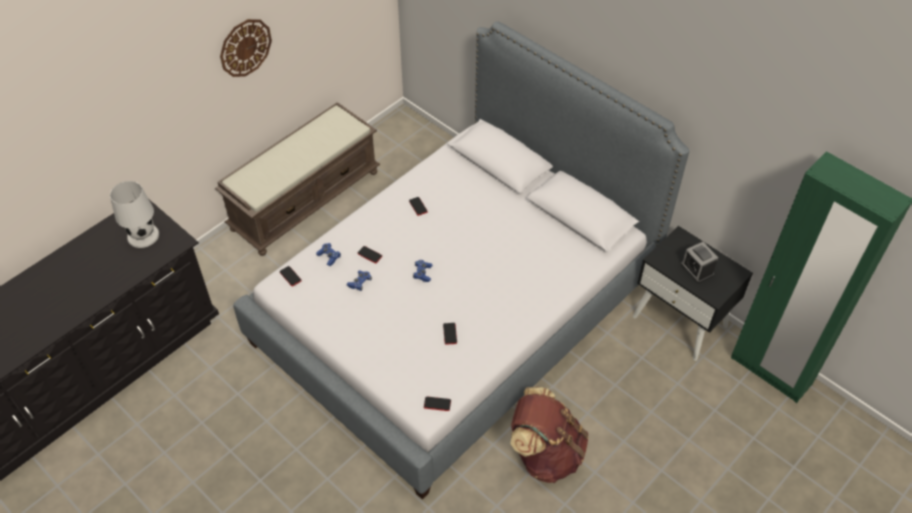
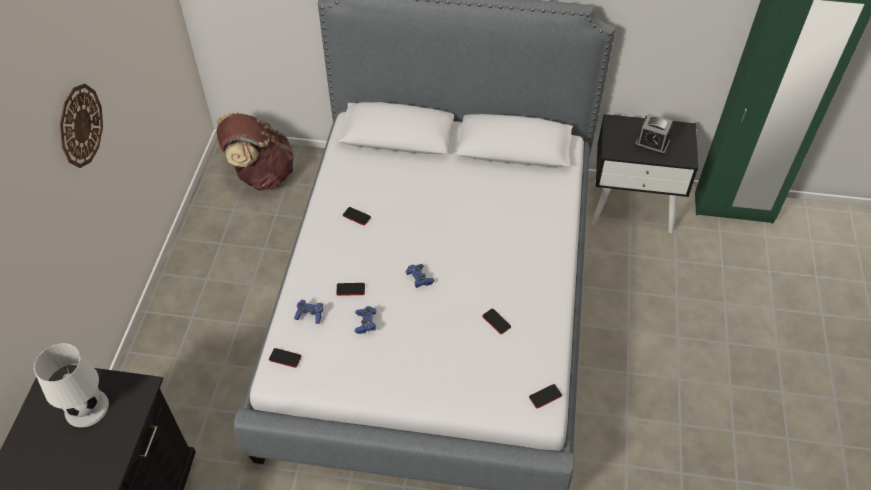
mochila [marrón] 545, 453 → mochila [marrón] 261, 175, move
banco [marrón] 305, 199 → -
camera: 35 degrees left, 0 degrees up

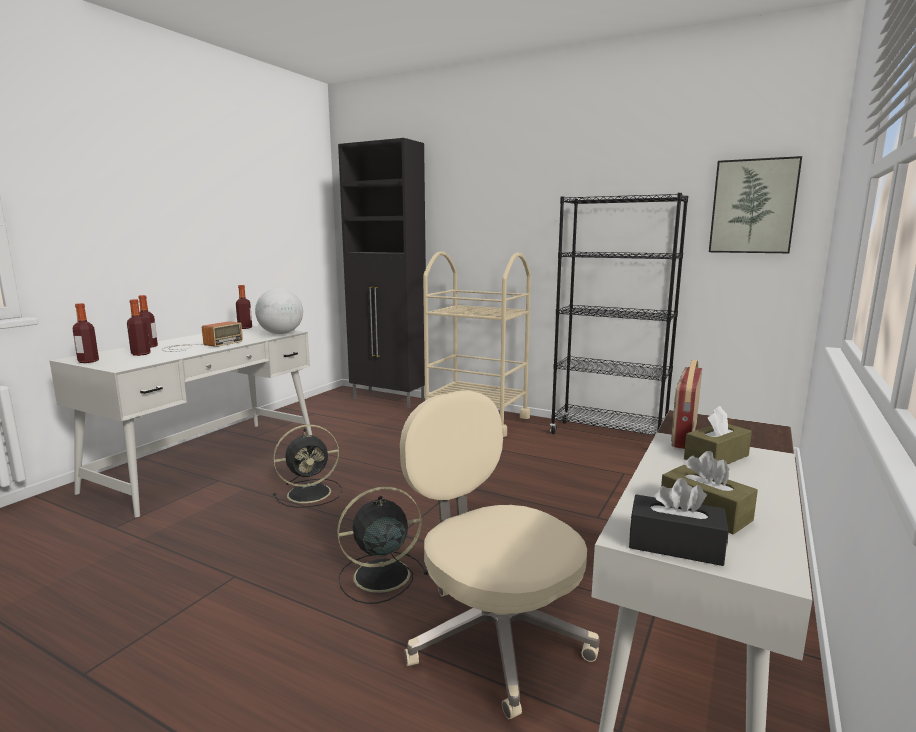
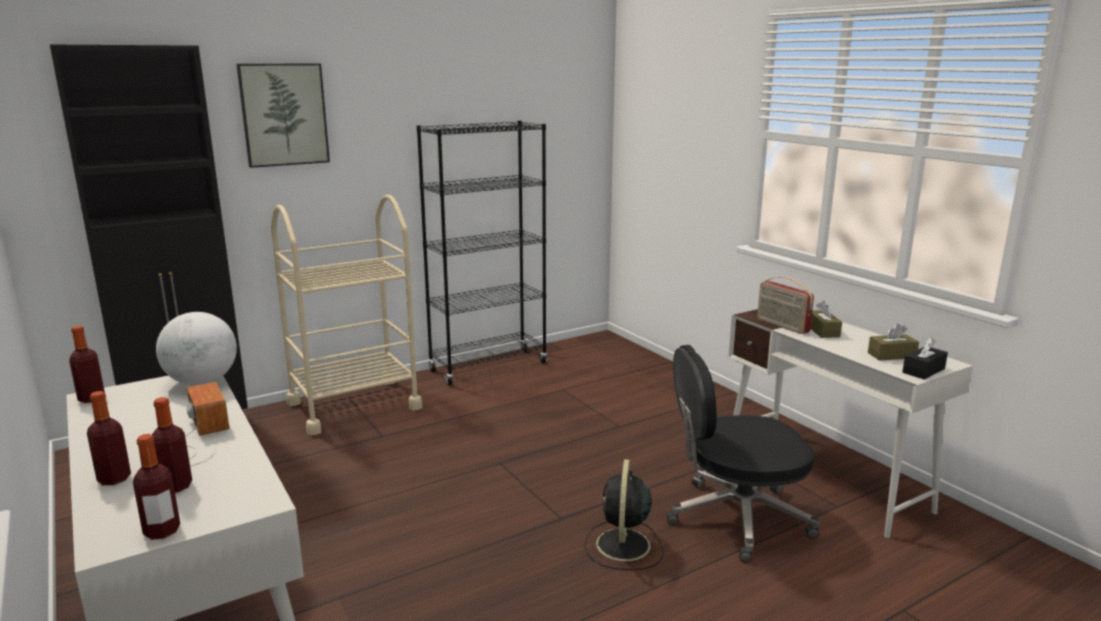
cuadro 753, 206 → cuadro 284, 114, move
silla de oficina [beis] 494, 636 → silla de oficina [negro] 736, 518
ventilador [negro] 311, 493 → -
camera: 60 degrees left, 5 degrees up

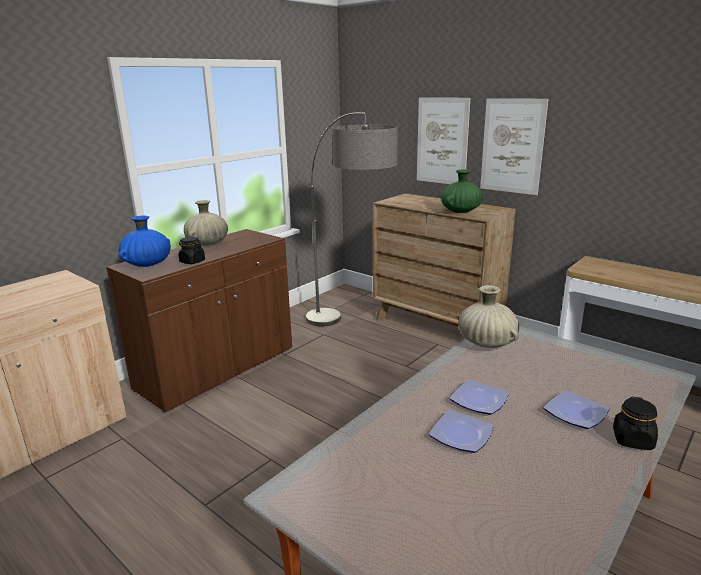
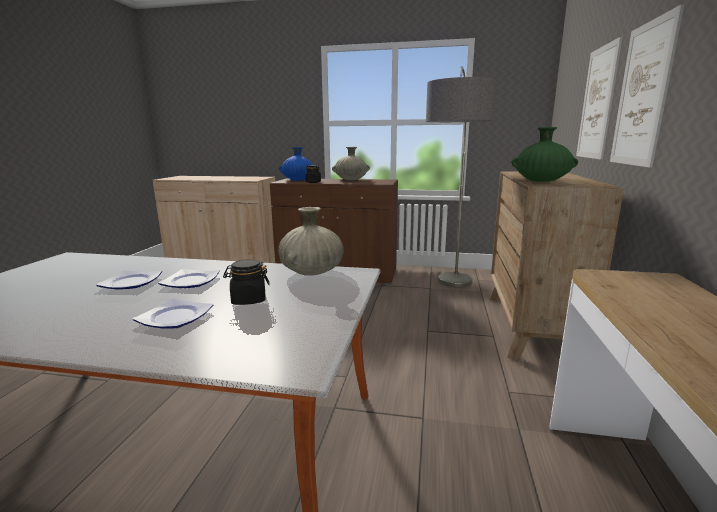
tarro [negro] 633, 440 → tarro [negro] 248, 300, move
camera: 60 degrees right, 5 degrees down

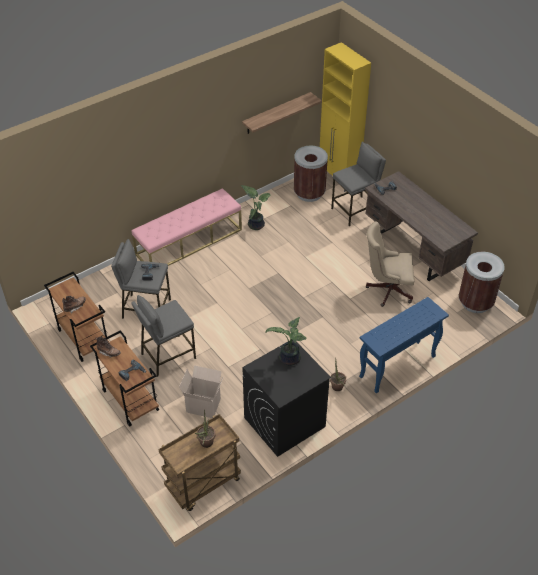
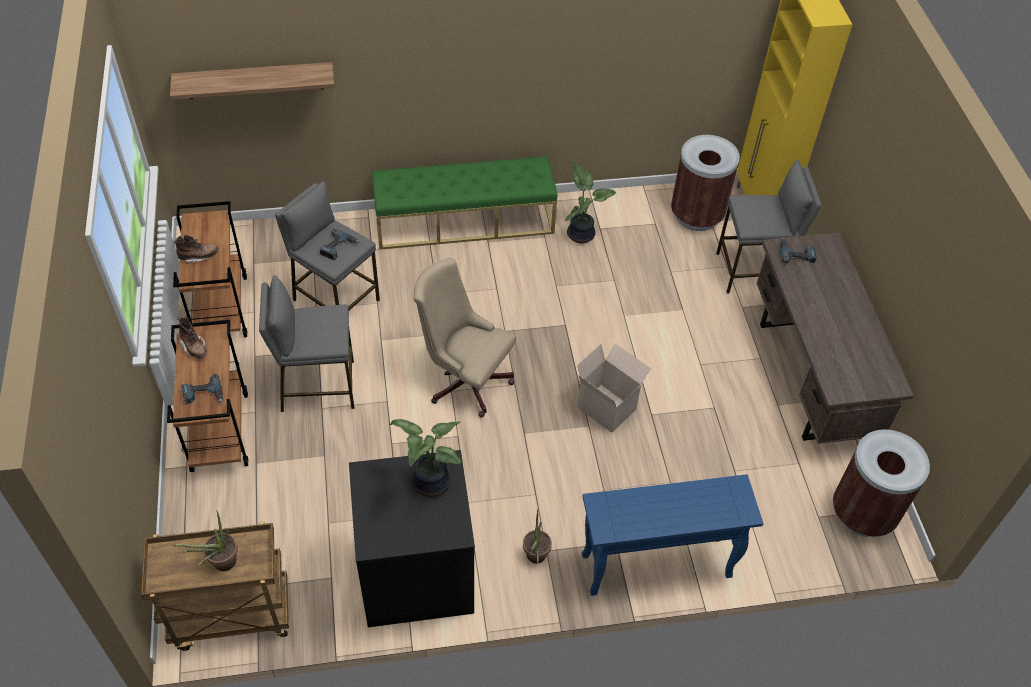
estante 276, 113 → estante 254, 80, move
banco [rosa] 189, 242 → banco [verde] 464, 221
silla de oficina [beis] 387, 289 → silla de oficina [beis] 464, 379, move
caja de cartón 204, 405 → caja de cartón 608, 408, move
camera: 25 degrees right, 5 degrees up

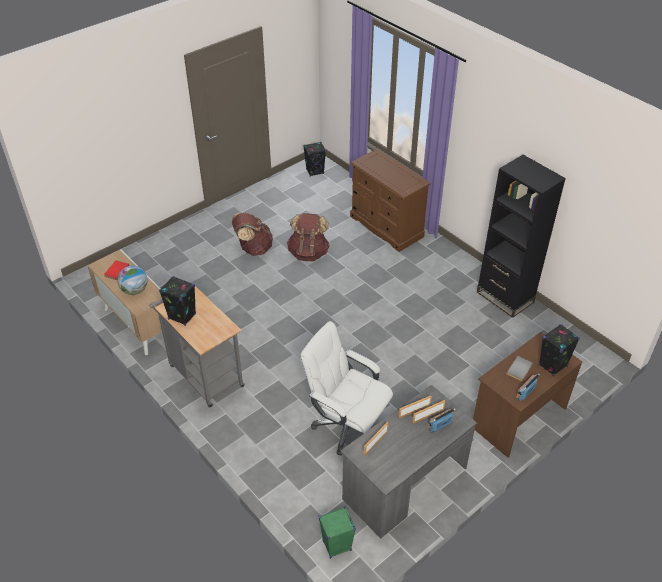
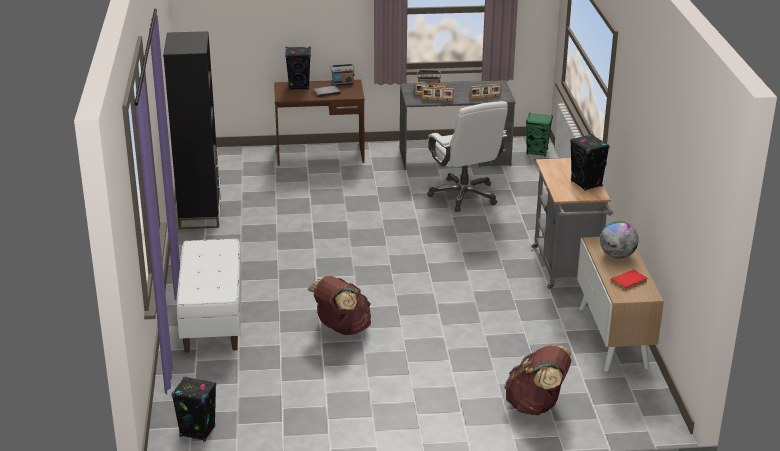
cómoda [marrón] 386, 226 → banco [blanco] 212, 318
mochila [marrón] 253, 248 → mochila [marrón] 536, 405, move
camera: 145 degrees left, 15 degrees down

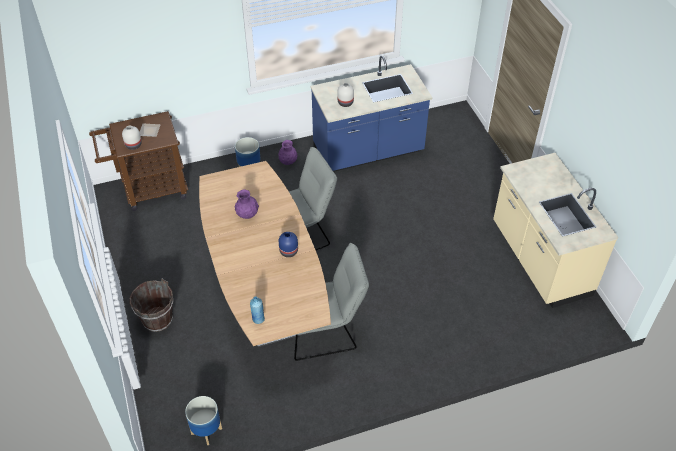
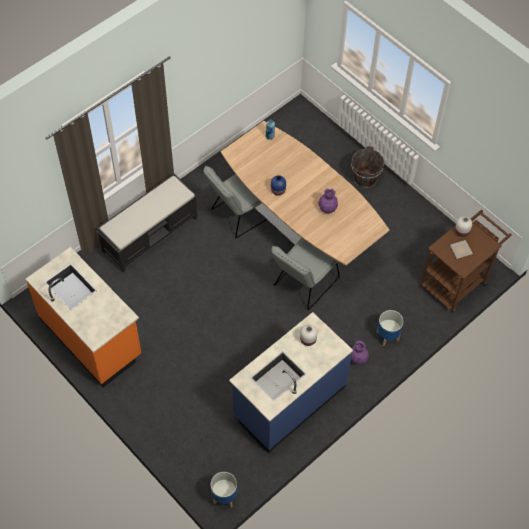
mueble bajo de cocina [beis] 539, 260 → mueble bajo de cocina [naranja] 91, 337
- → banco [negro] 150, 234
maceta 206, 431 → maceta 224, 496, move
camera: 155 degrees right, 10 degrees up

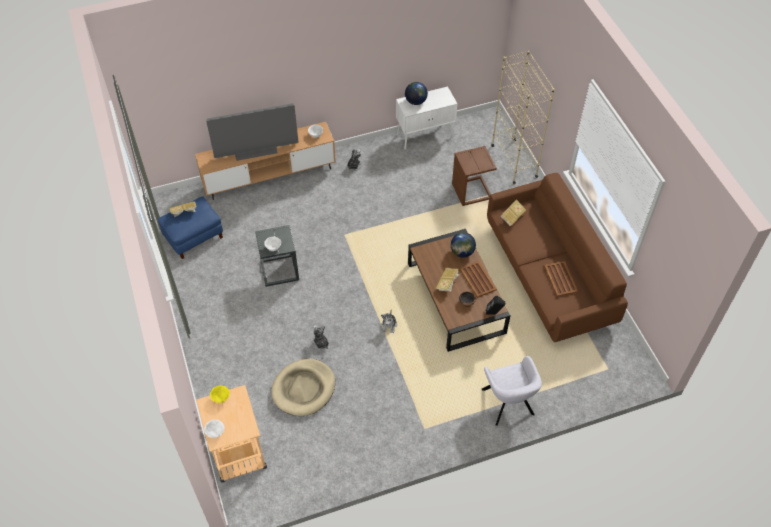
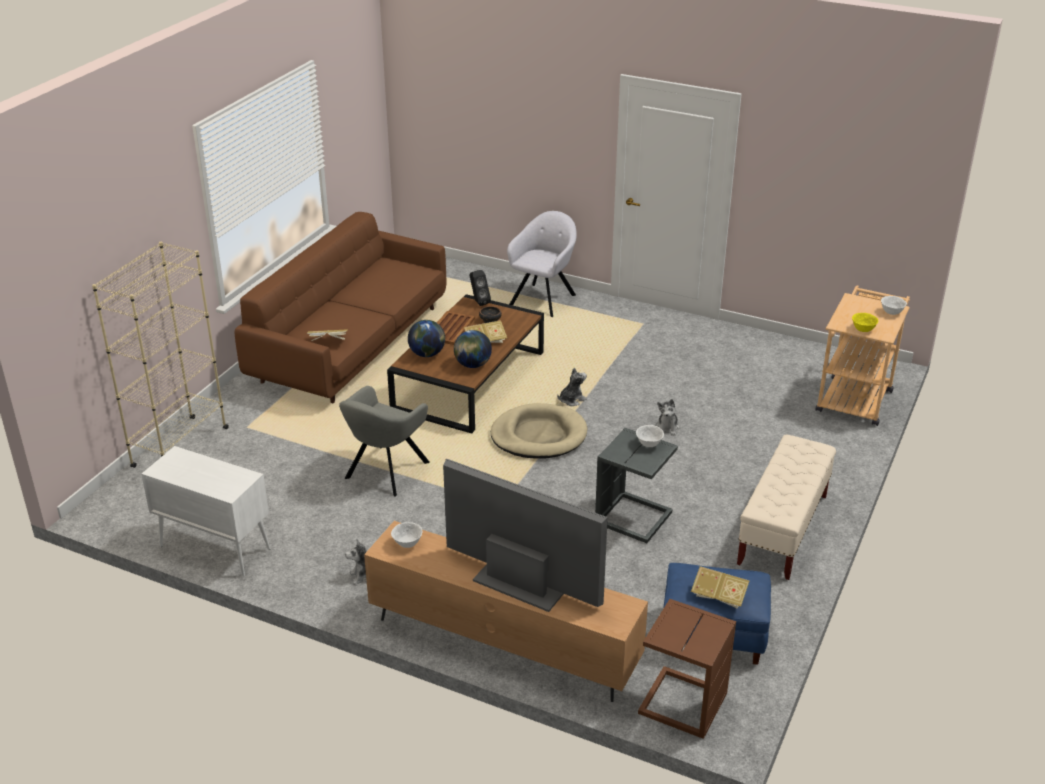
- → sillón [gris] 385, 472
globo terráqueo 415, 101 → globo terráqueo 472, 365, move
cama para perro [beis] 304, 389 → cama para perro [beis] 539, 435, move
mesa auxiliar [marrón] 472, 192 → mesa auxiliar [marrón] 681, 702, move
- → banco [beis] 782, 530
bandeja [marrón] 560, 279 → -
camera: 135 degrees left, 20 degrees down

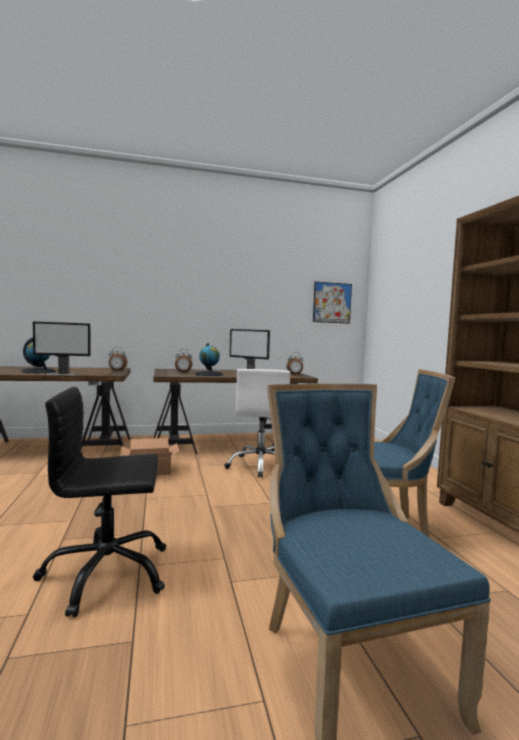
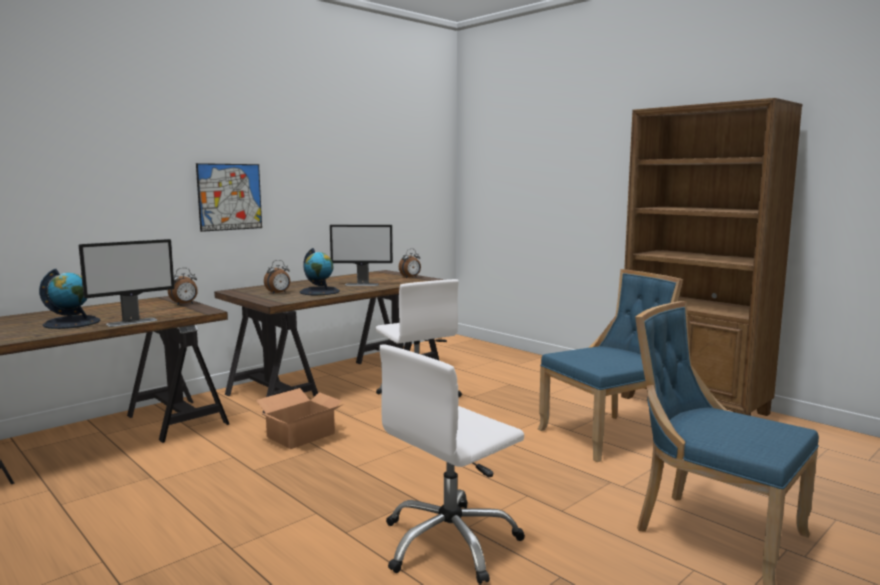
cuadro 332, 302 → cuadro 230, 197, move
silla de oficina [negro] 106, 573 → silla de oficina [blanco] 450, 543
camera: 30 degrees left, 5 degrees up

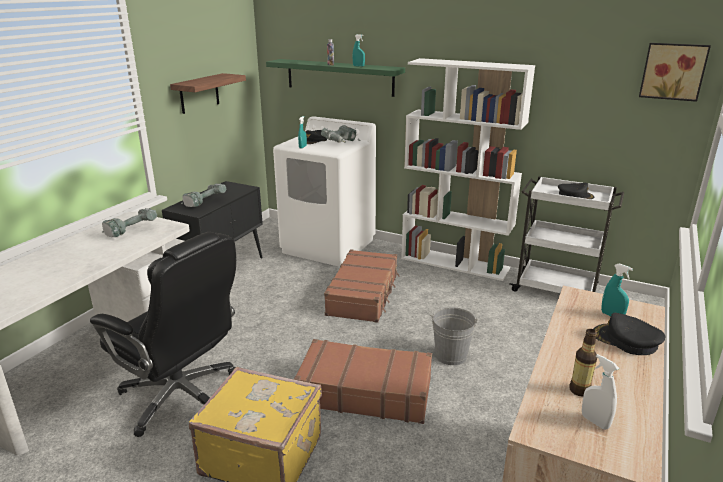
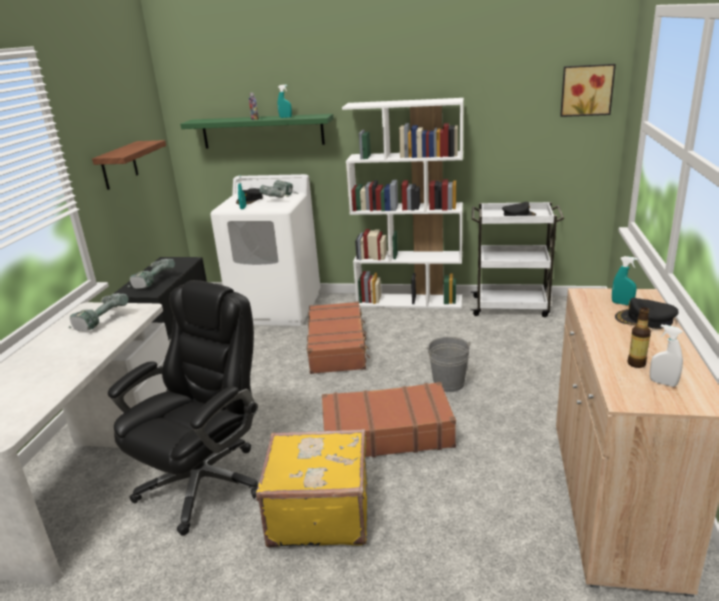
silla de oficina [negro] 182, 396 → silla de oficina [negro] 204, 482, 75 degrees counterclockwise
camera: 15 degrees left, 0 degrees up

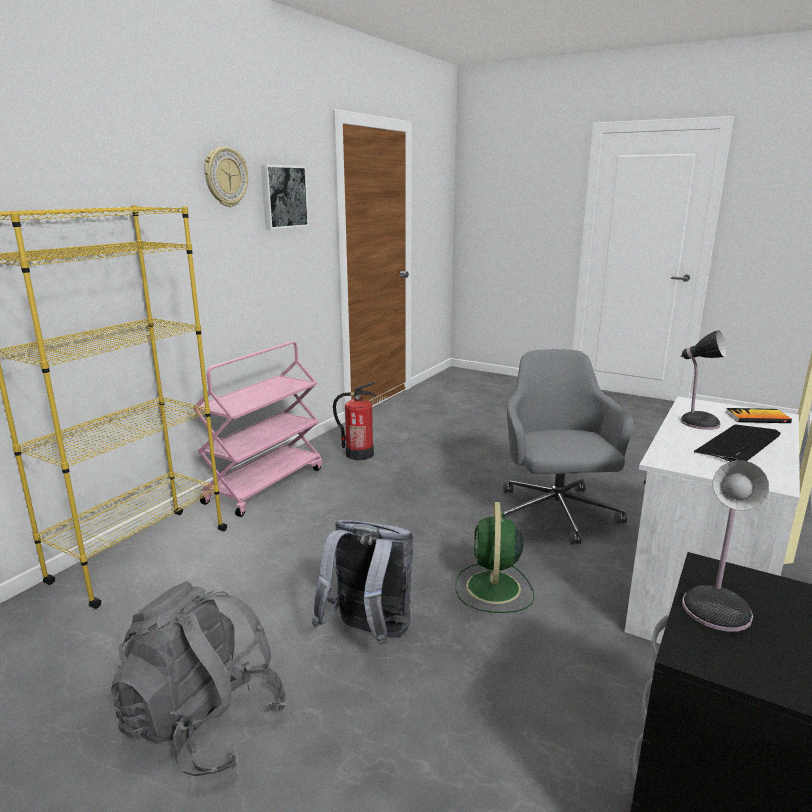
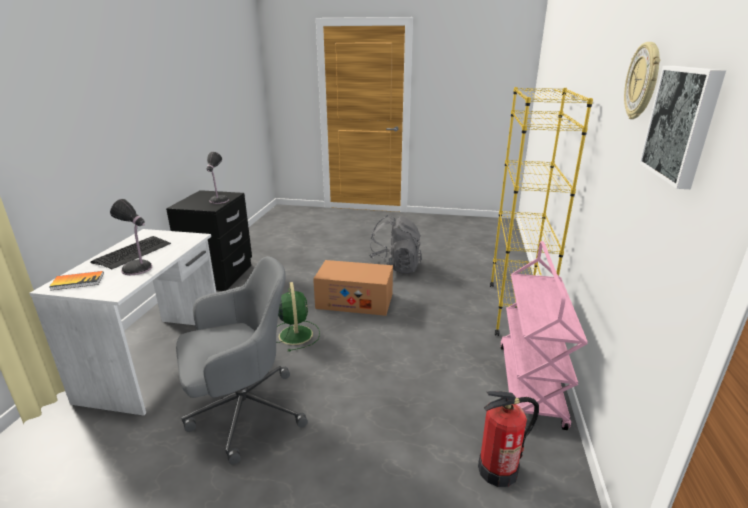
silla de oficina [gris] 555, 516 → silla de oficina [gris] 243, 411, 90 degrees counterclockwise
mochila [gris] 368, 634 → caja de cartón 354, 301
camera: 160 degrees right, 5 degrees up

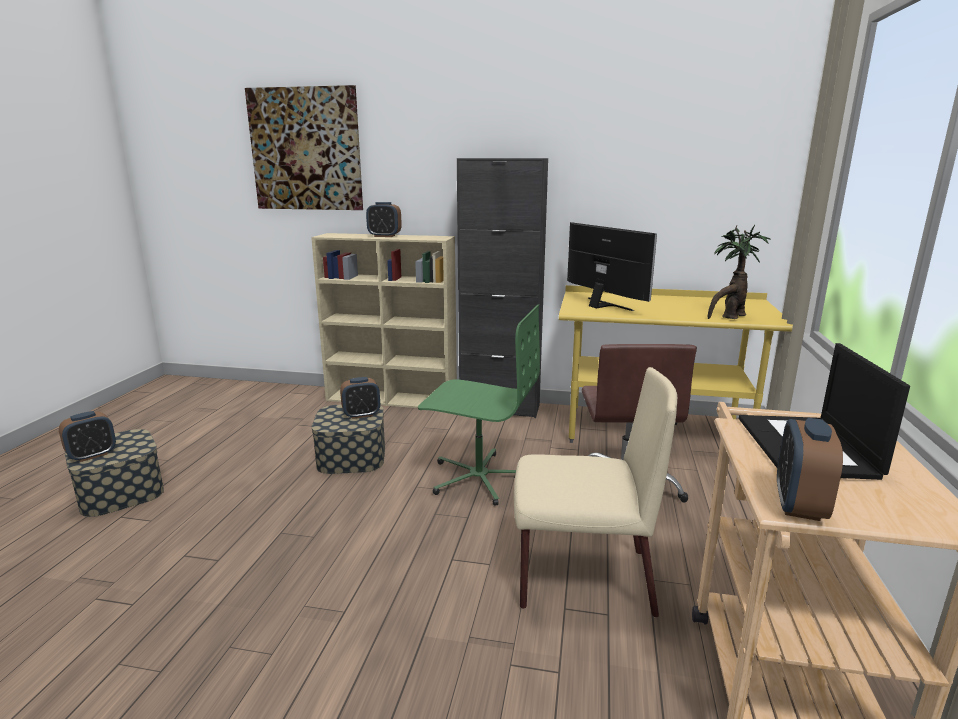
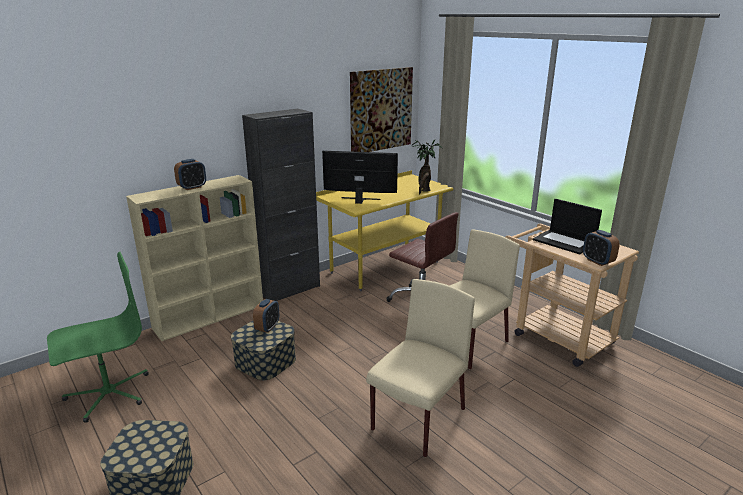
silla de oficina [verde] 478, 478 → silla de oficina [verde] 108, 393, move
cuadro 306, 149 → cuadro 381, 110, move
- → silla [beis] 418, 420
despertador 92, 455 → -
camera: 50 degrees left, 5 degrees up

